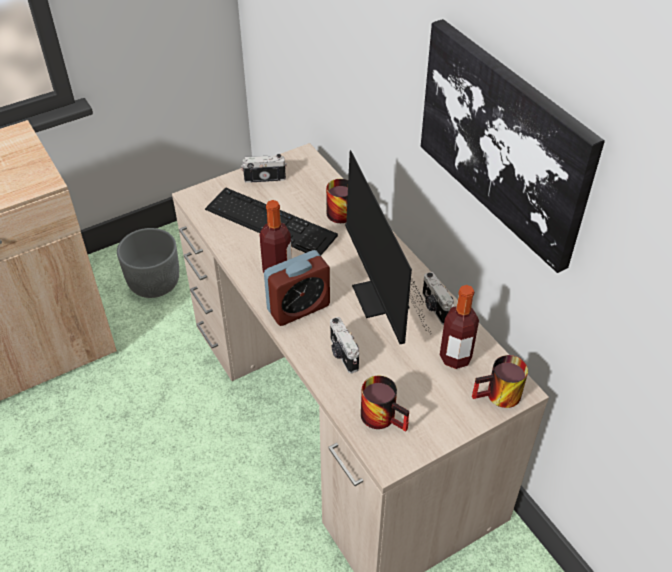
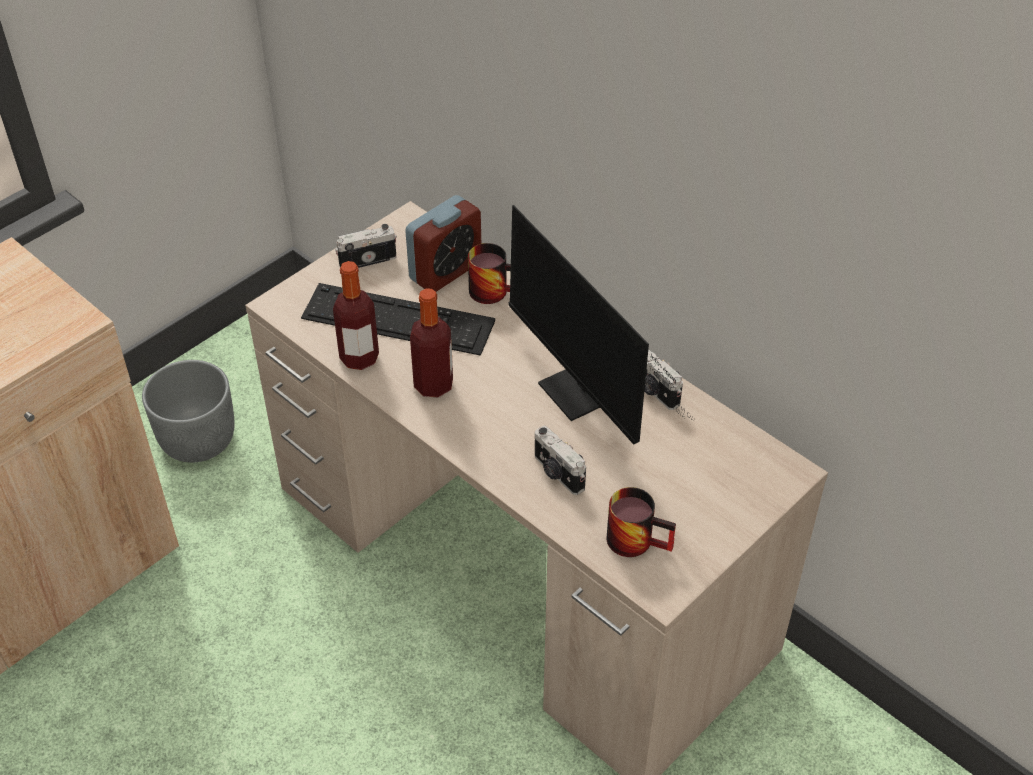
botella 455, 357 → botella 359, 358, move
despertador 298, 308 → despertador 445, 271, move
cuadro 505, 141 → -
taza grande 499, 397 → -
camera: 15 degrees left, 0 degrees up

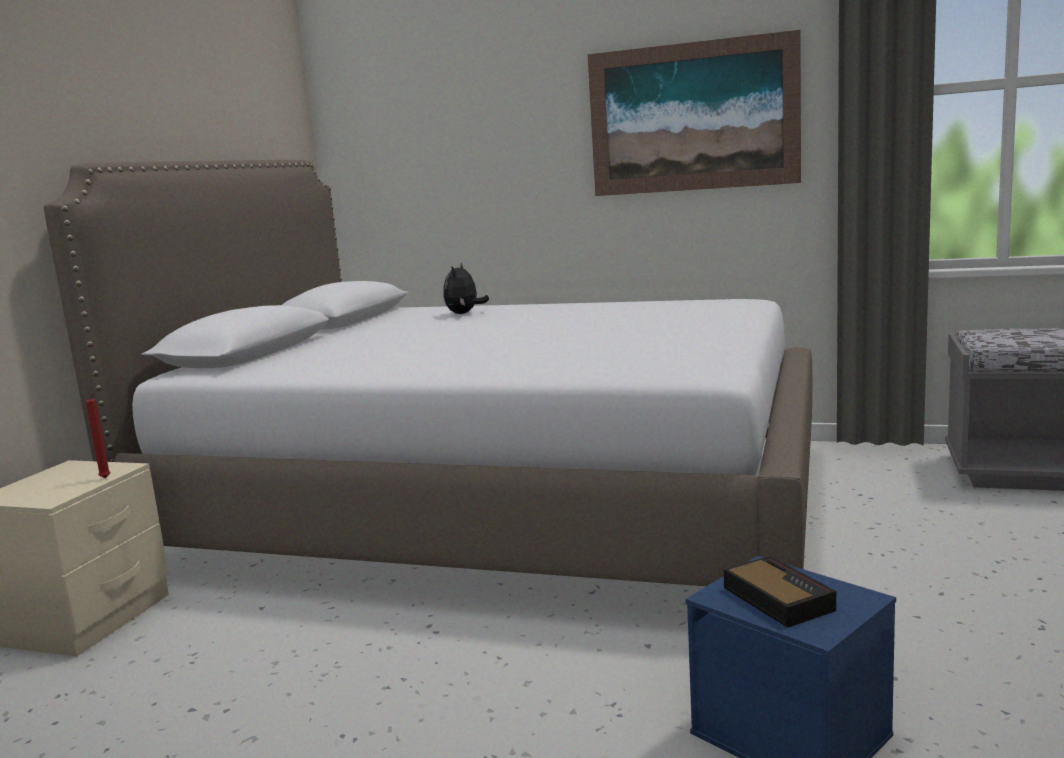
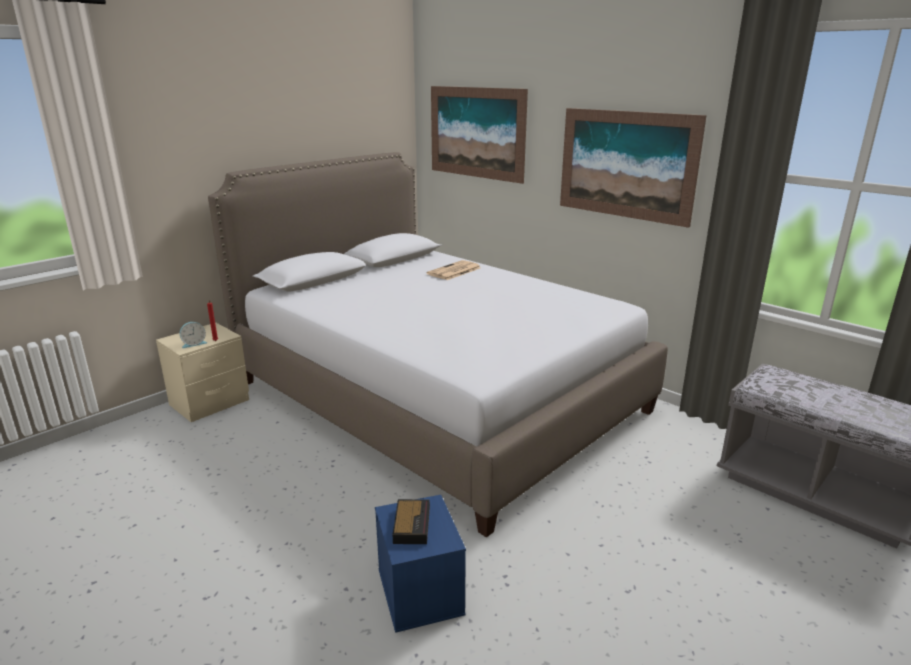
- → despertador 194, 344
peluche 464, 313 → periódico 454, 271
- → cuadro 476, 132
camera: 25 degrees right, 10 degrees up

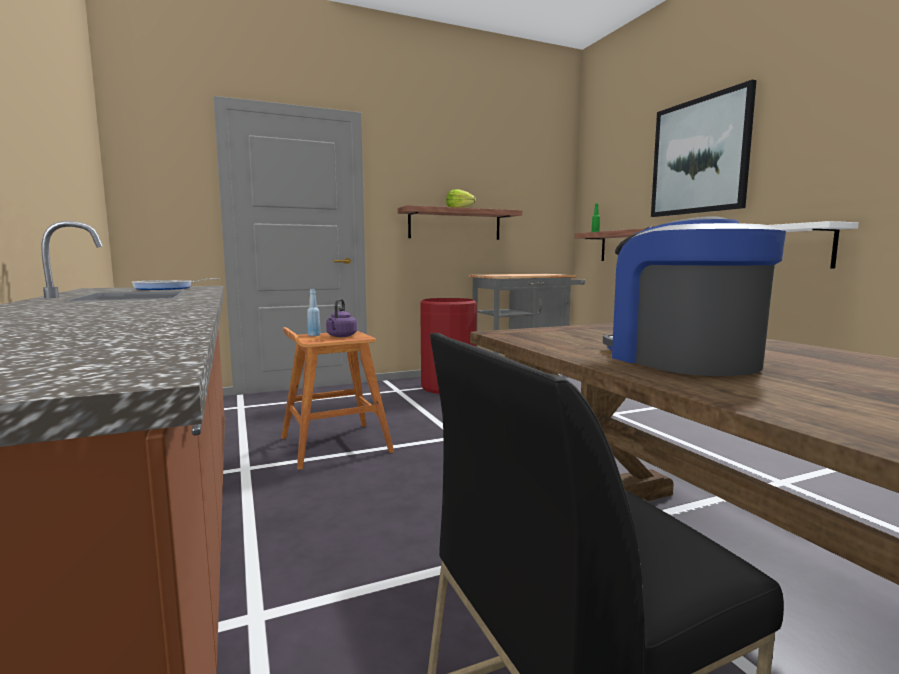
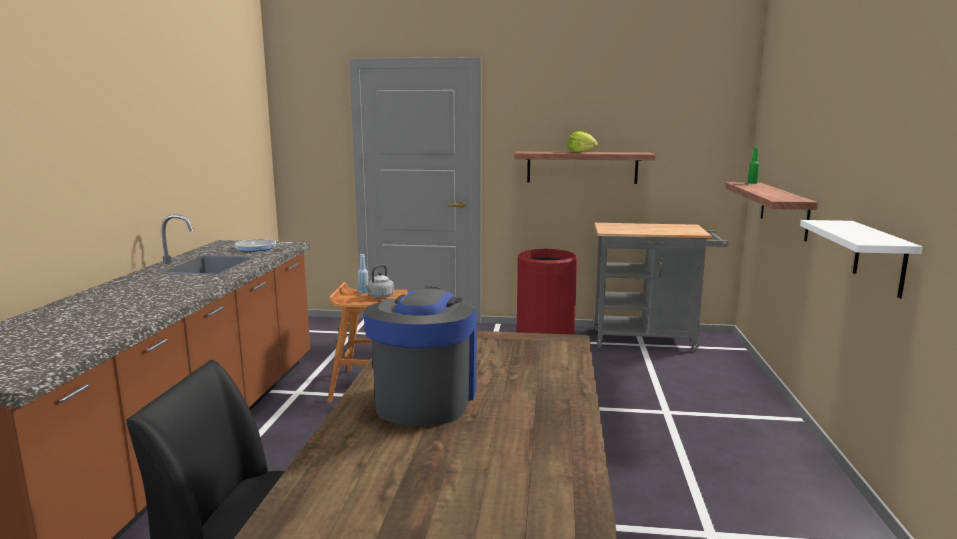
hervidor [morado] 341, 336 → hervidor [gris] 379, 297
cuadro 699, 156 → -
camera: 30 degrees right, 5 degrees up

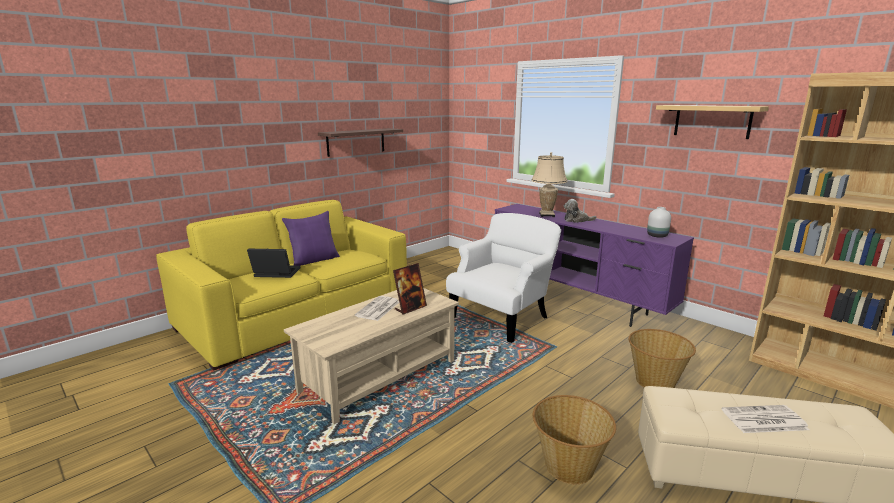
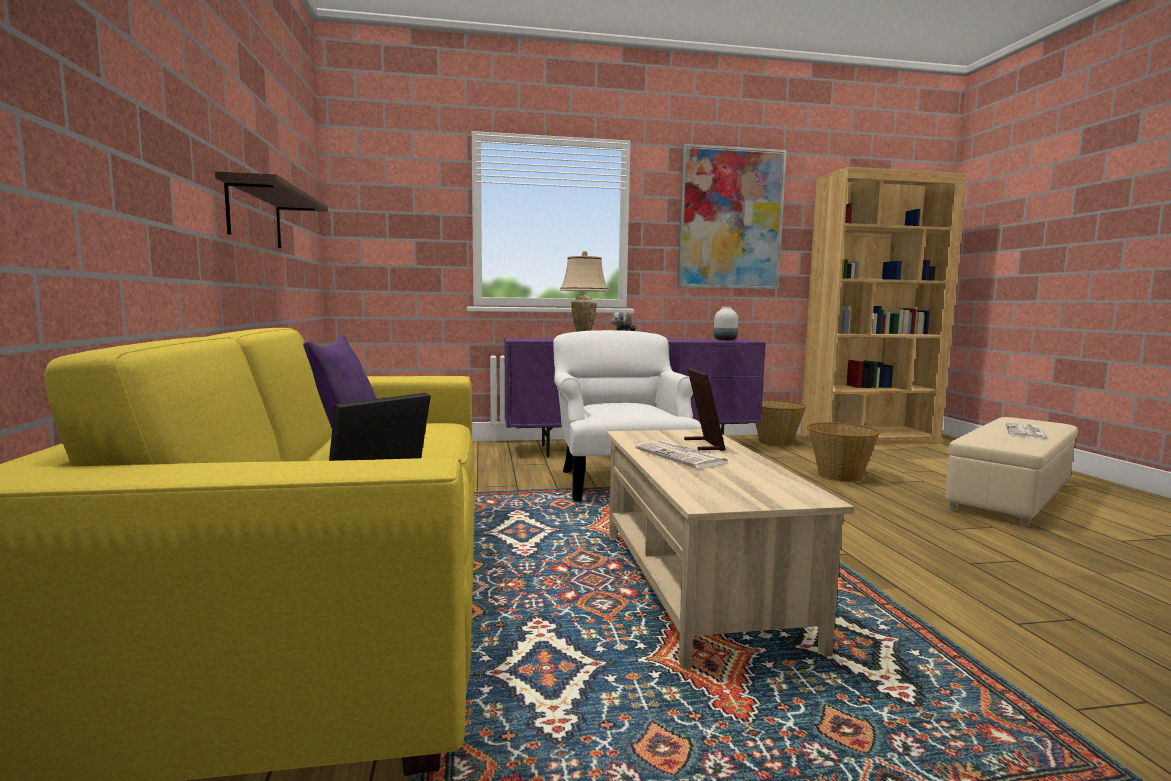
estante 712, 121 → cuadro 731, 219
cesta 569, 465 → cesta 775, 442, move
camera: 55 degrees left, 10 degrees down

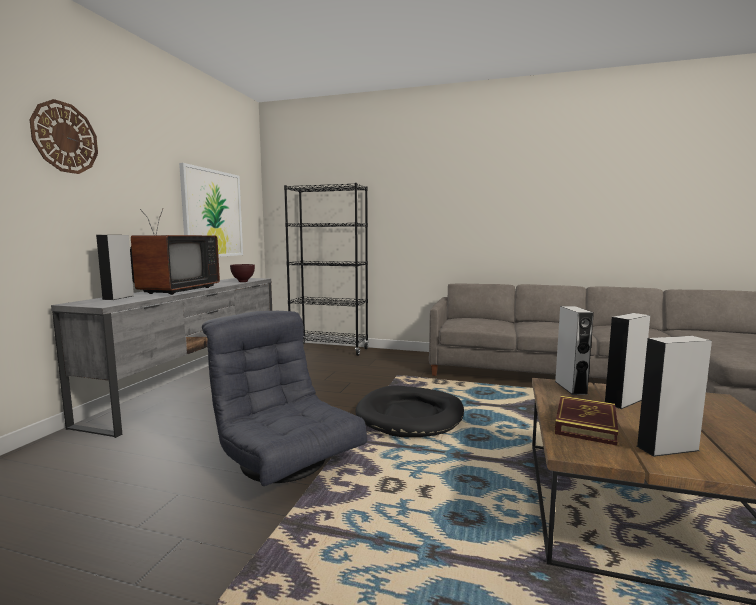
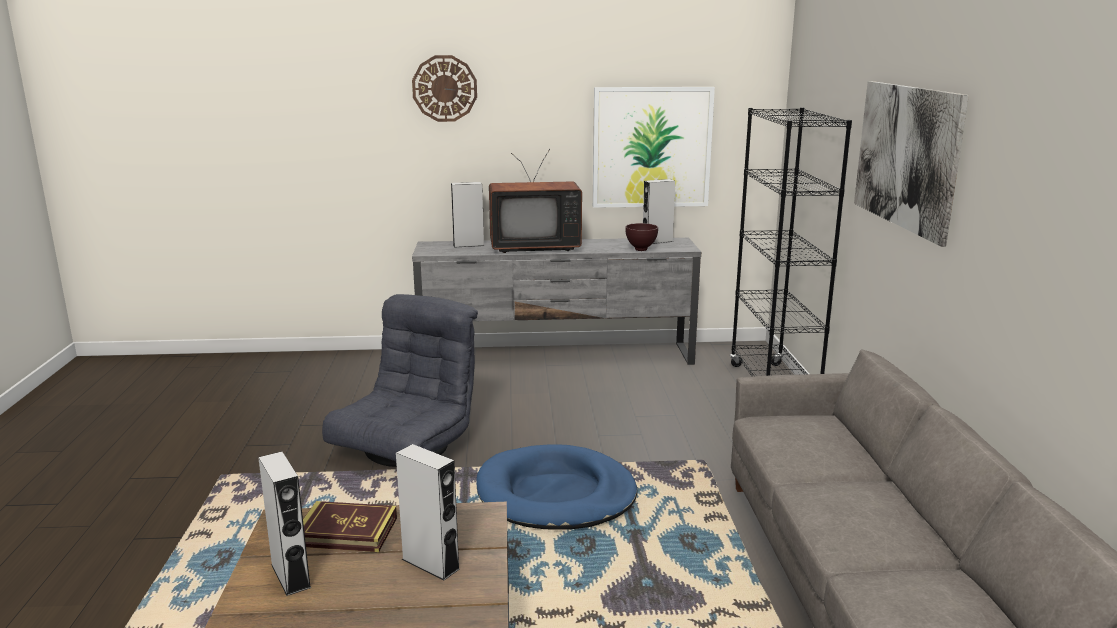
cama para perro [negro] 410, 415 → cama para perro [azul] 555, 494
altavoz [gris] 570, 387 → altavoz [gris] 657, 241, move
- → cuadro 905, 156
camera: 70 degrees right, 10 degrees up

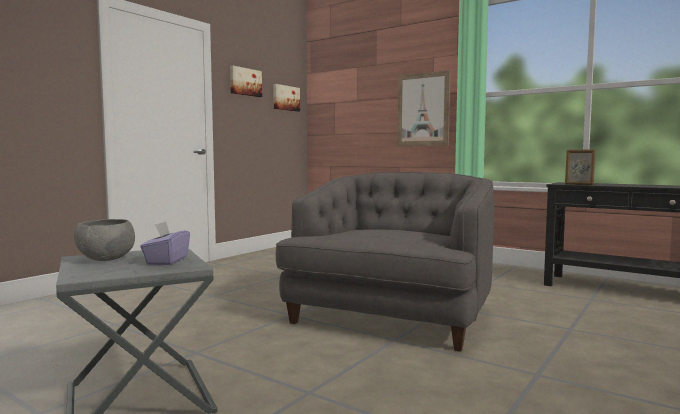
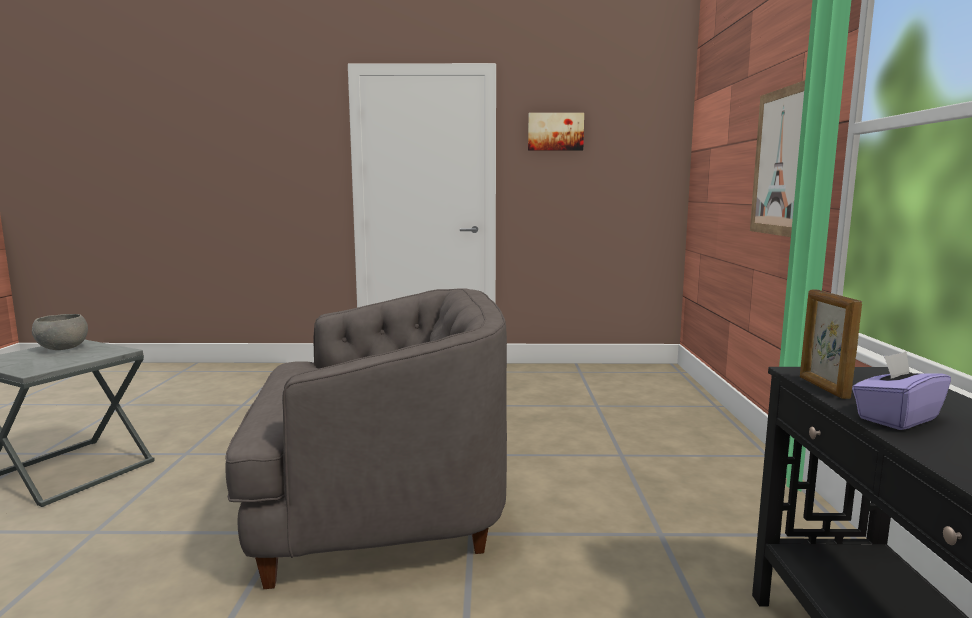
caja de pañuelos [morado] 166, 261 → caja de pañuelos [morado] 896, 418, move
cuadro 285, 98 → -
camera: 55 degrees right, 5 degrees up

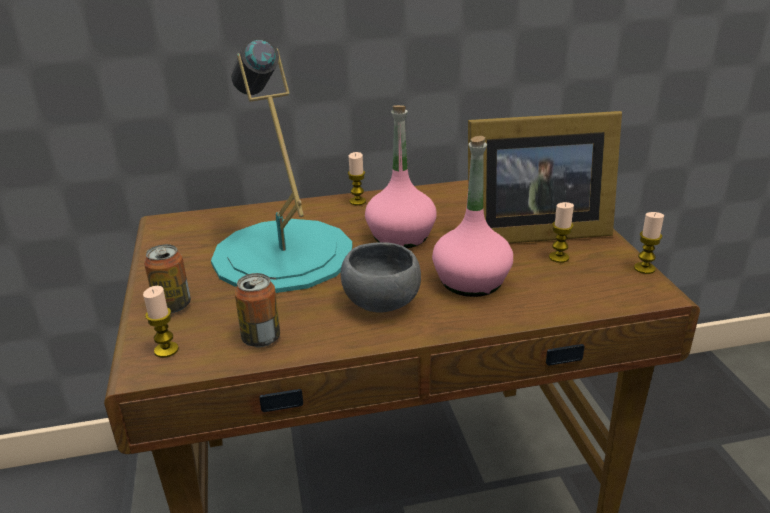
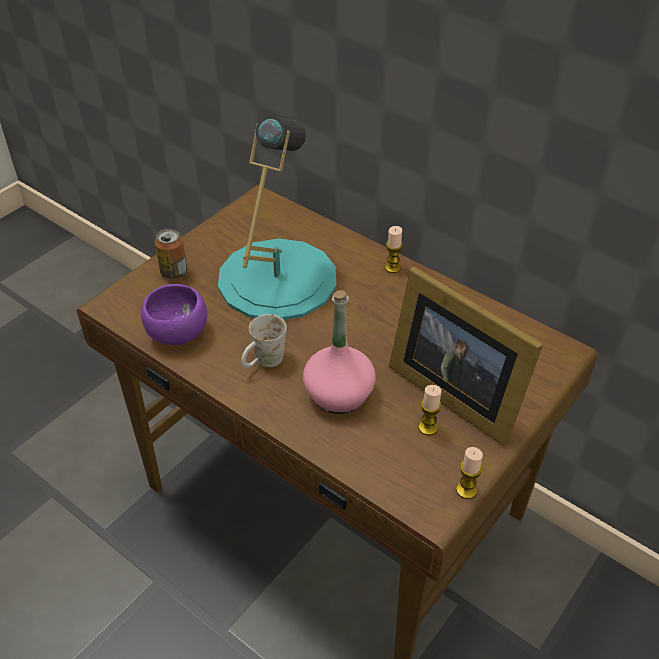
lata 261, 338 → cuenco [morado] 176, 332
cuenco [gris] 380, 304 → taza grande [blanco] 263, 363
vela 166, 350 → -
botella [rosa] 400, 236 → -
camera: 50 degrees right, 15 degrees up

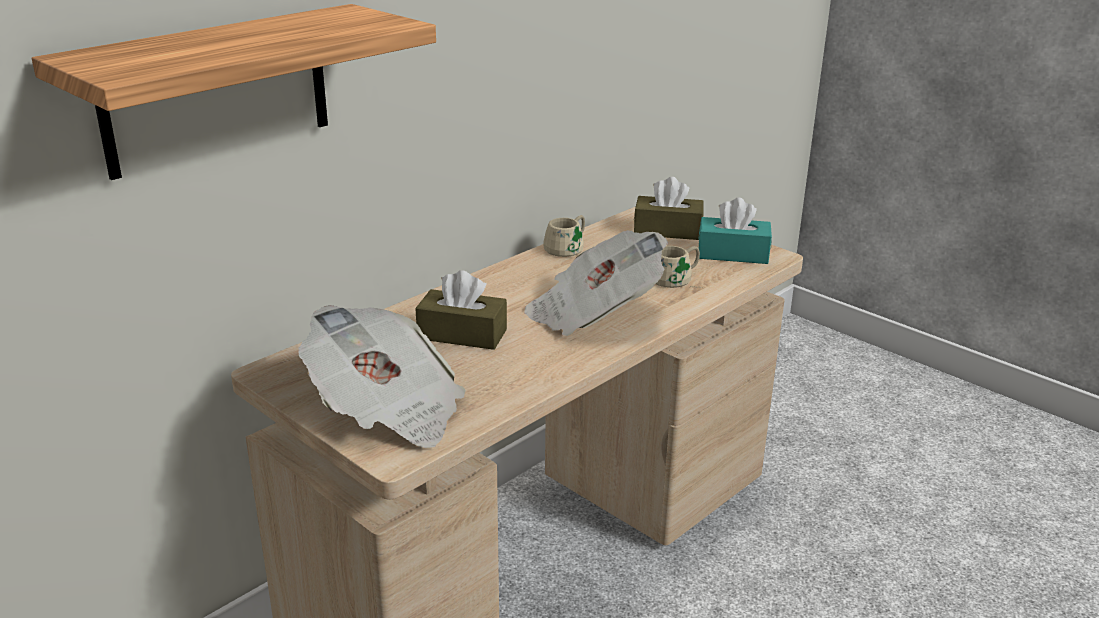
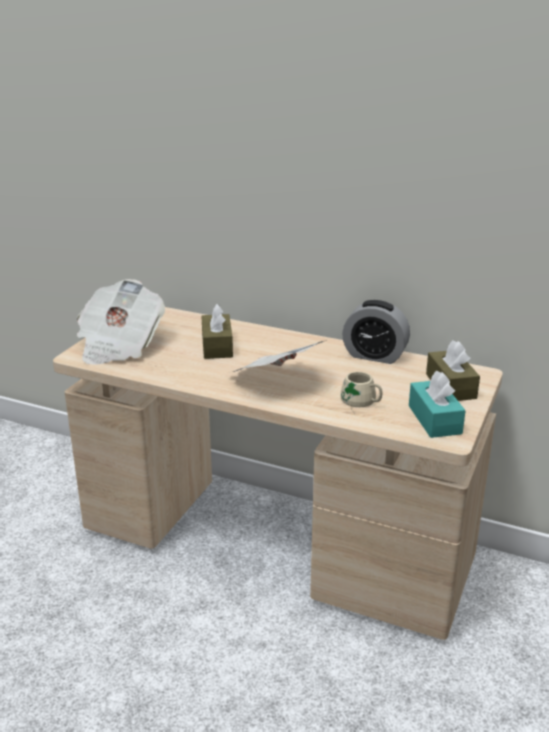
taza grande [beis] 570, 249 → despertador 374, 356
estante 217, 90 → -
camera: 70 degrees right, 0 degrees up

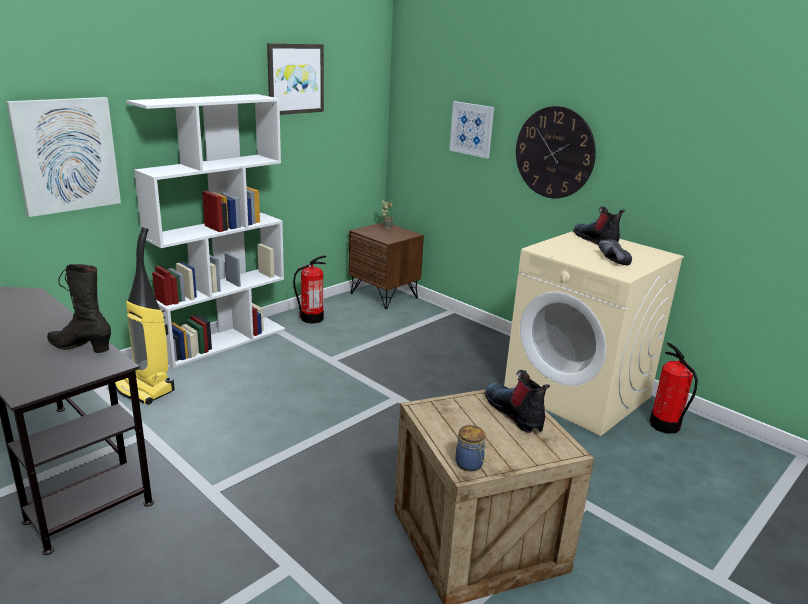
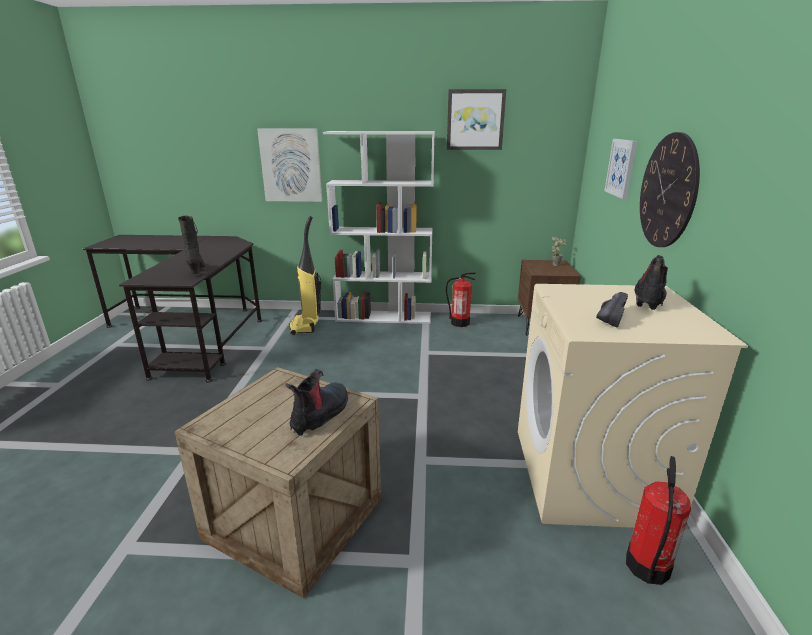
tarro 469, 464 → -
camera: 50 degrees right, 0 degrees up

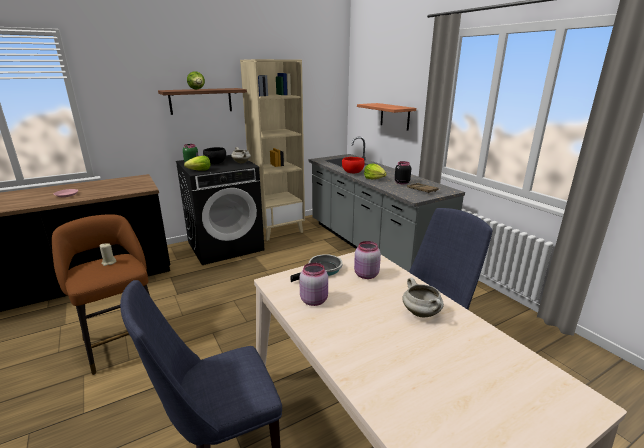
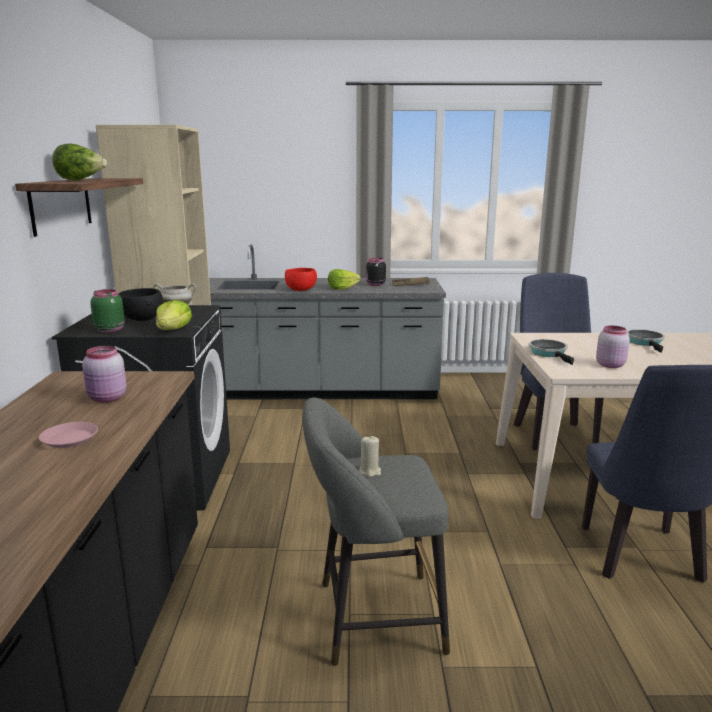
tarro [rosa] 365, 275 → tarro [rosa] 107, 398, move
taburete [marrón] 122, 340 → taburete [gris] 372, 618
olla [blanco] 422, 313 → sartén 646, 342
estante 395, 116 → -
camera: 60 degrees left, 5 degrees down

